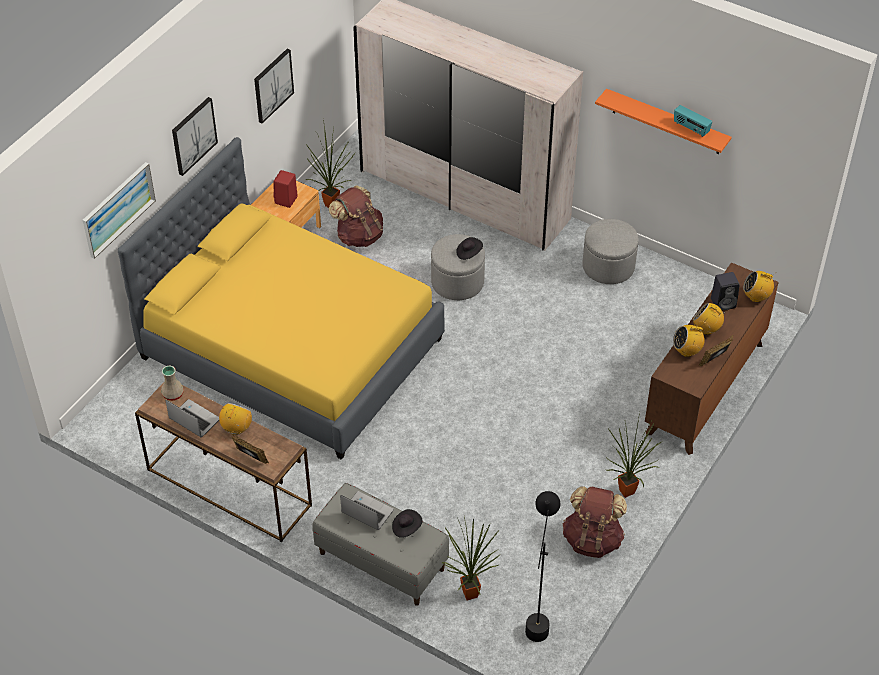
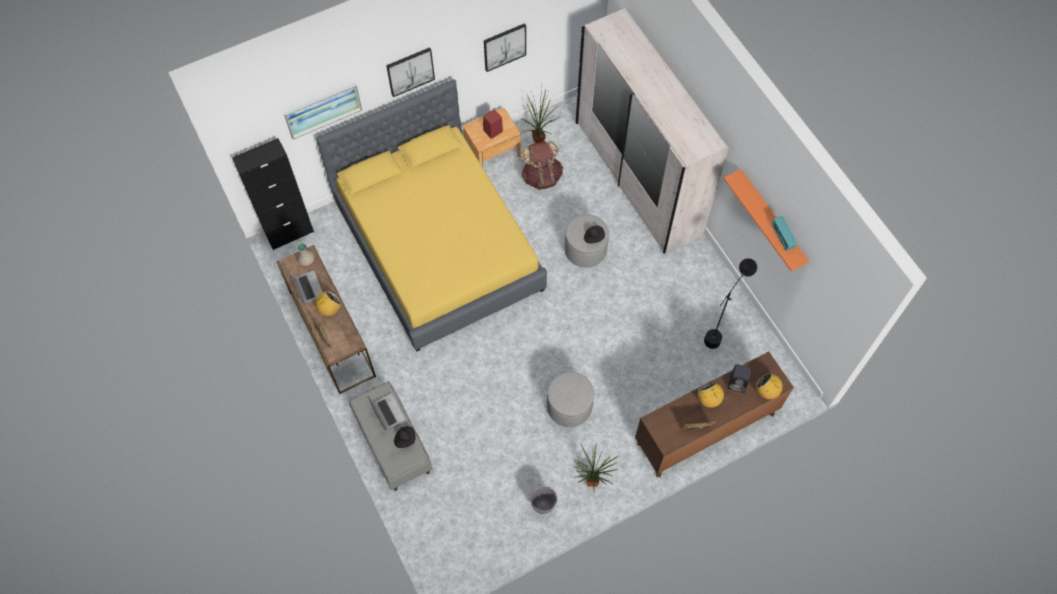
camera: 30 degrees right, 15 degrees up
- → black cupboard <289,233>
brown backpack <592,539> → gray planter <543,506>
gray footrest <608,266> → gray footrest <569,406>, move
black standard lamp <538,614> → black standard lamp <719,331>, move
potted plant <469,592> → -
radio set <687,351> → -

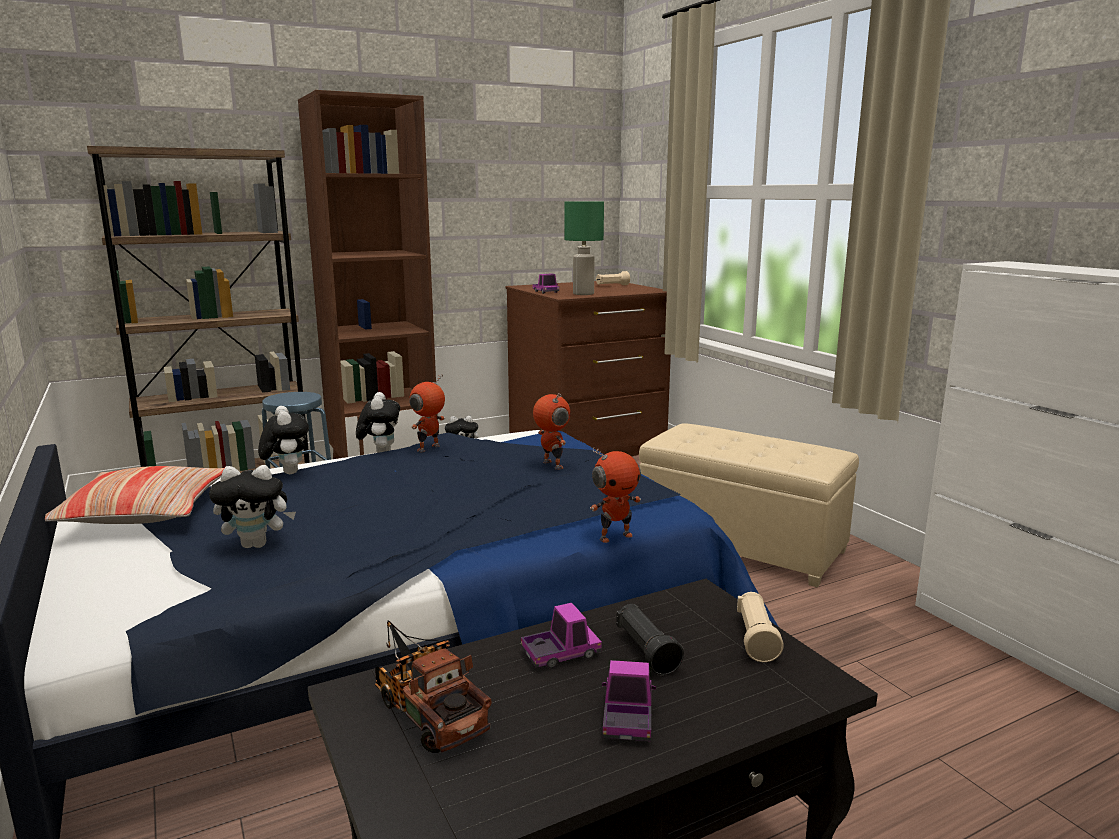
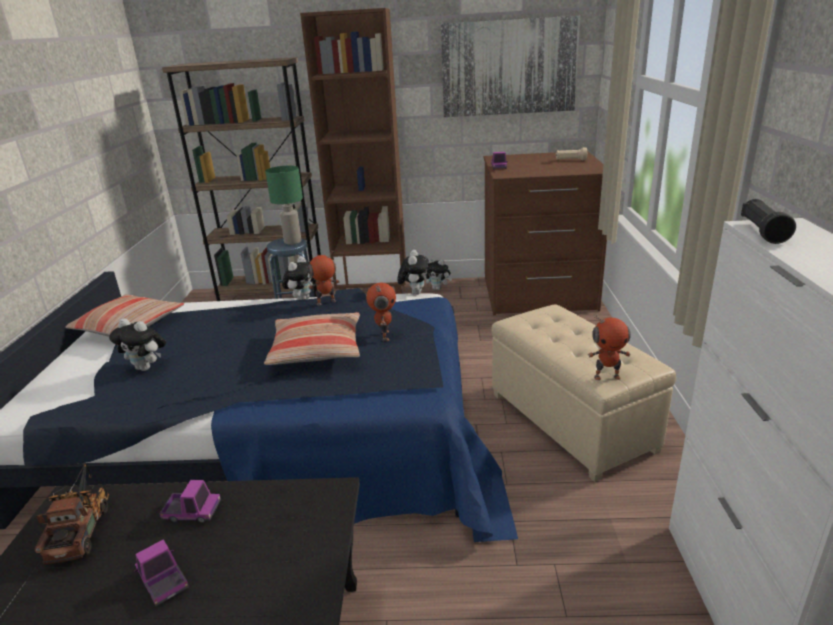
camera: 30 degrees right, 10 degrees up
model truck <627,718> → model truck <163,581>, 75 degrees counterclockwise
- → throw pillow <317,349>
green-coloured table lamp <583,294> → green-coloured table lamp <292,242>, move
soft toy <287,472> → soft toy <414,292>, move
- → picture <508,67>
robot figure <615,536> → robot figure <607,376>, move
black hand torch <646,651> → black hand torch <762,232>, move
beige-coloured hand torch <756,638> → -

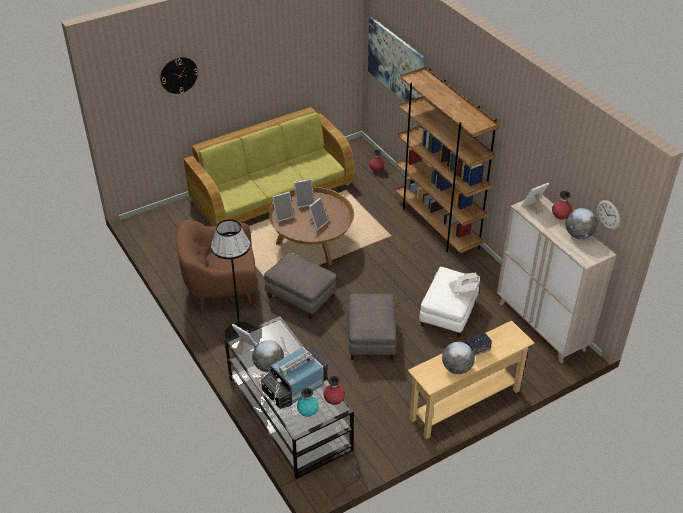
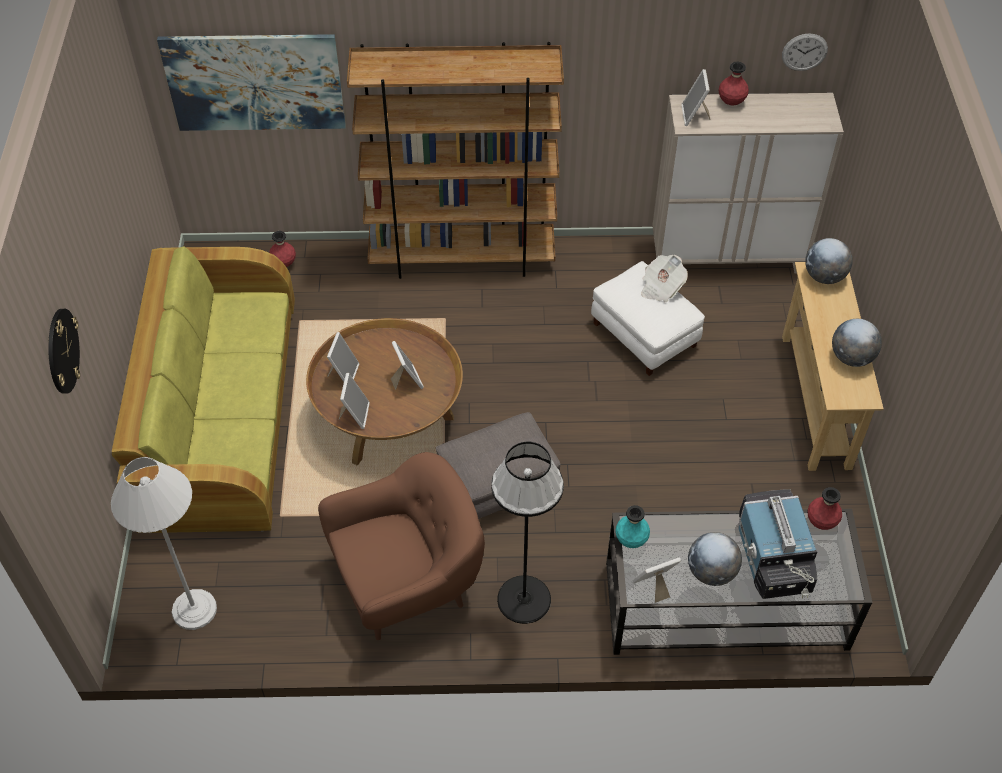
camera: 60 degrees left, 10 degrees up
- → white-coloured standard lamp <194,609>
brown lounge chair <221,289> → brown lounge chair <408,583>, 135 degrees counterclockwise
turquoise decorative vase <307,413> → turquoise decorative vase <631,540>, move
world globe <578,235> → world globe <824,276>, move
gray footrest <371,338> → -
loudspeaker <477,350> → -

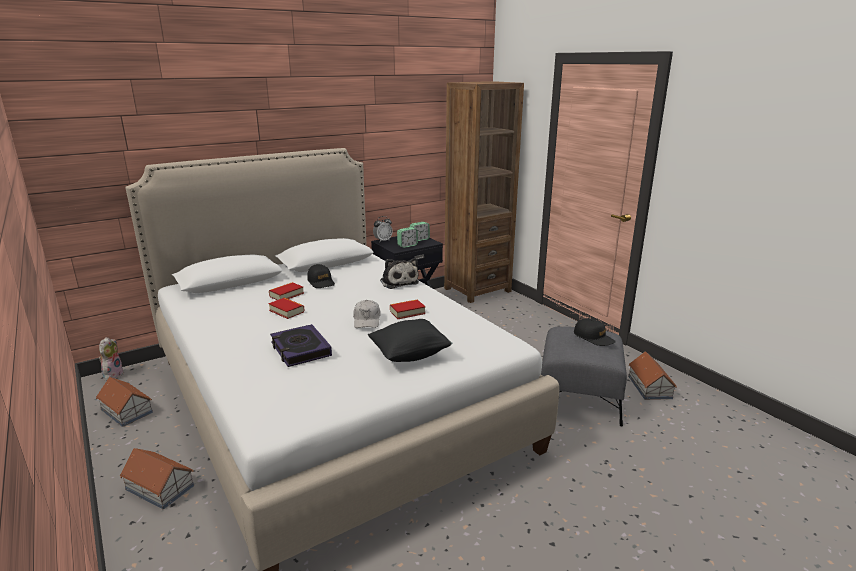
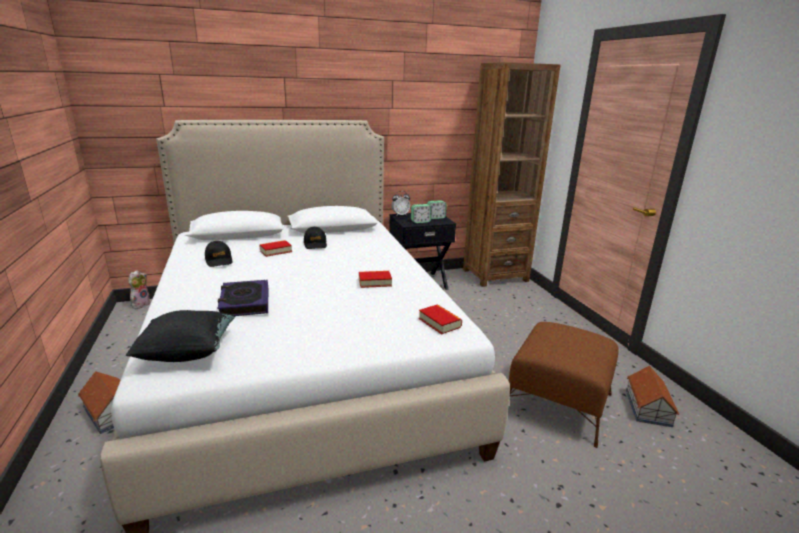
camera: 15 degrees right, 0 degrees up
black throw pillow <410,355> → black throw pillow <187,352>, move
black cap <593,338> → black cap <219,260>, move
bound book <286,311> → bound book <439,323>, move
gray footrest <579,396> → brown footrest <558,402>
toy house <126,411> → -
white-coloured cap <367,320> → -
soft toy <398,282> → -

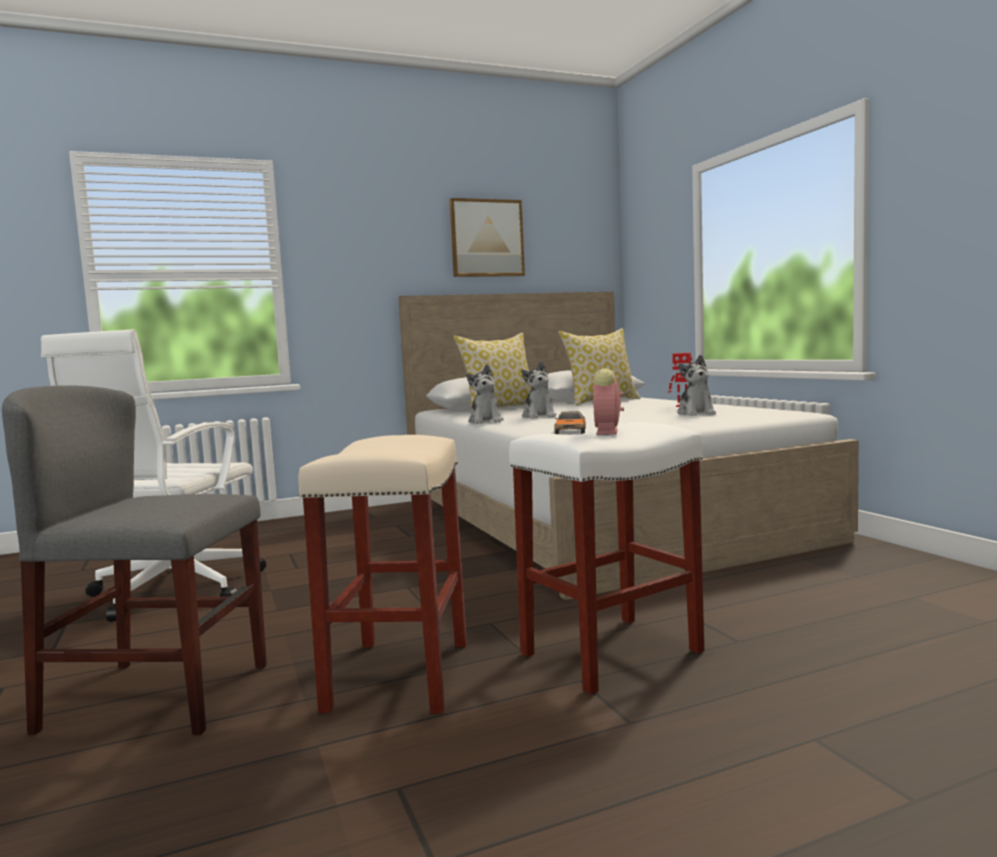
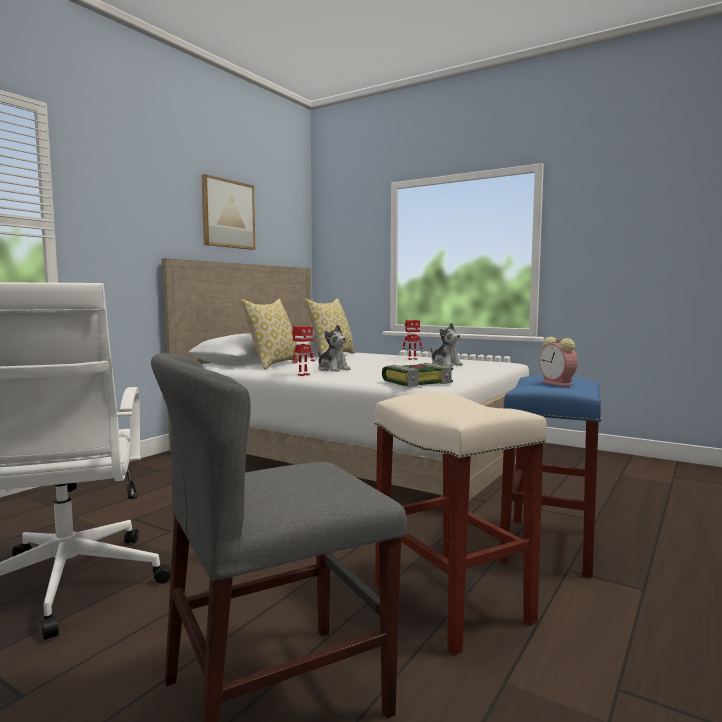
camera: 35 degrees left, 0 degrees up
soft toy <486,421> → robot figure <303,375>
model car <570,432> → bound book <417,382>
white-coloured sitting stool <610,653> → blue sitting stool <549,546>

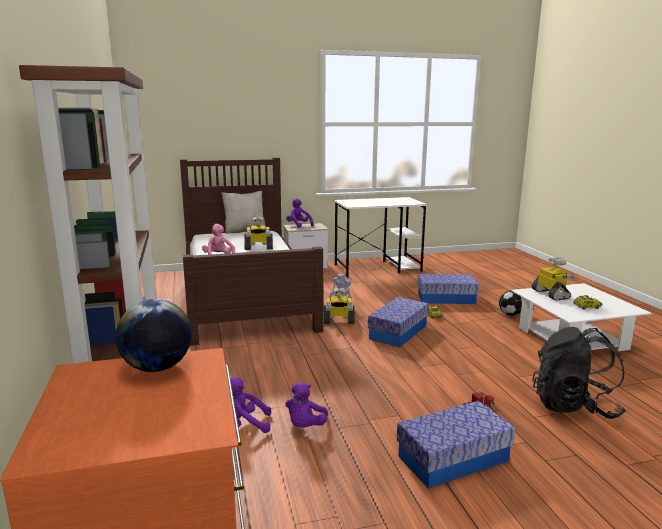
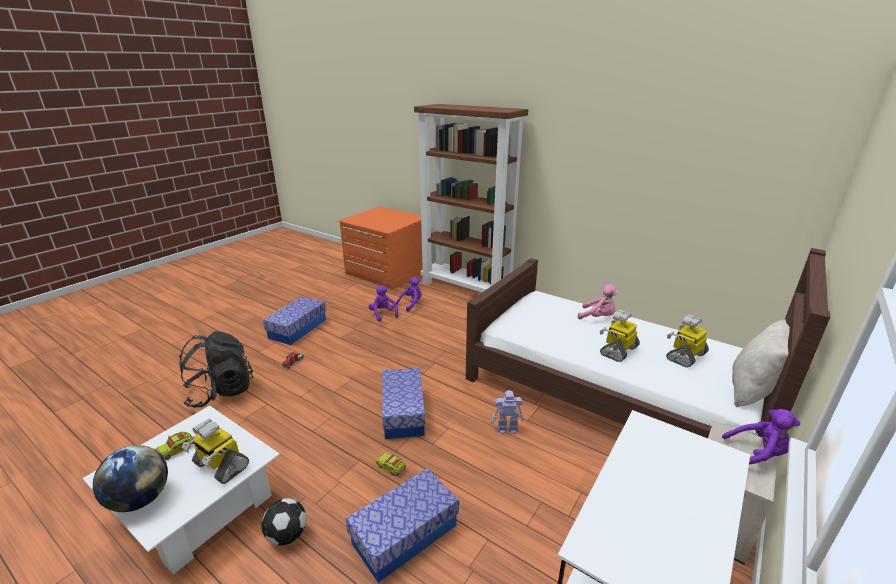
camera: 140 degrees right, 10 degrees up
world globe <157,368> → world globe <140,499>, move
robot figure <338,321> → robot figure <685,356>, move

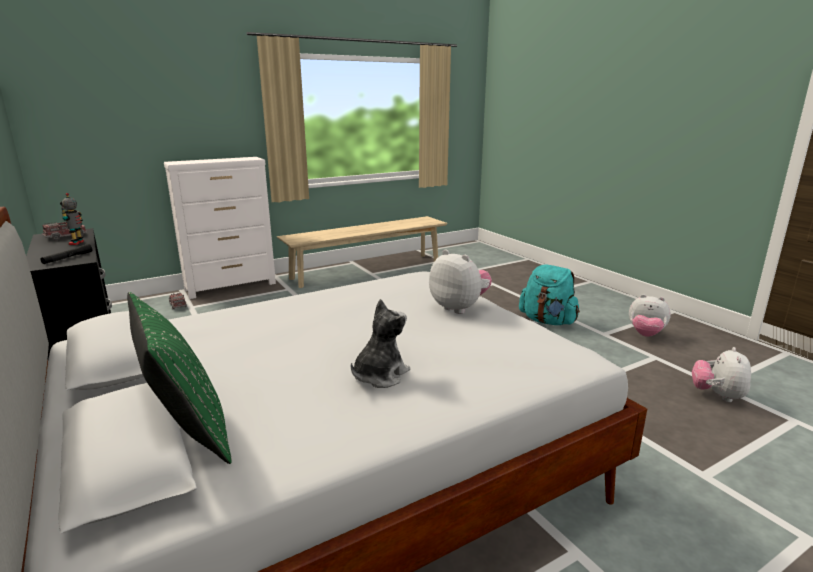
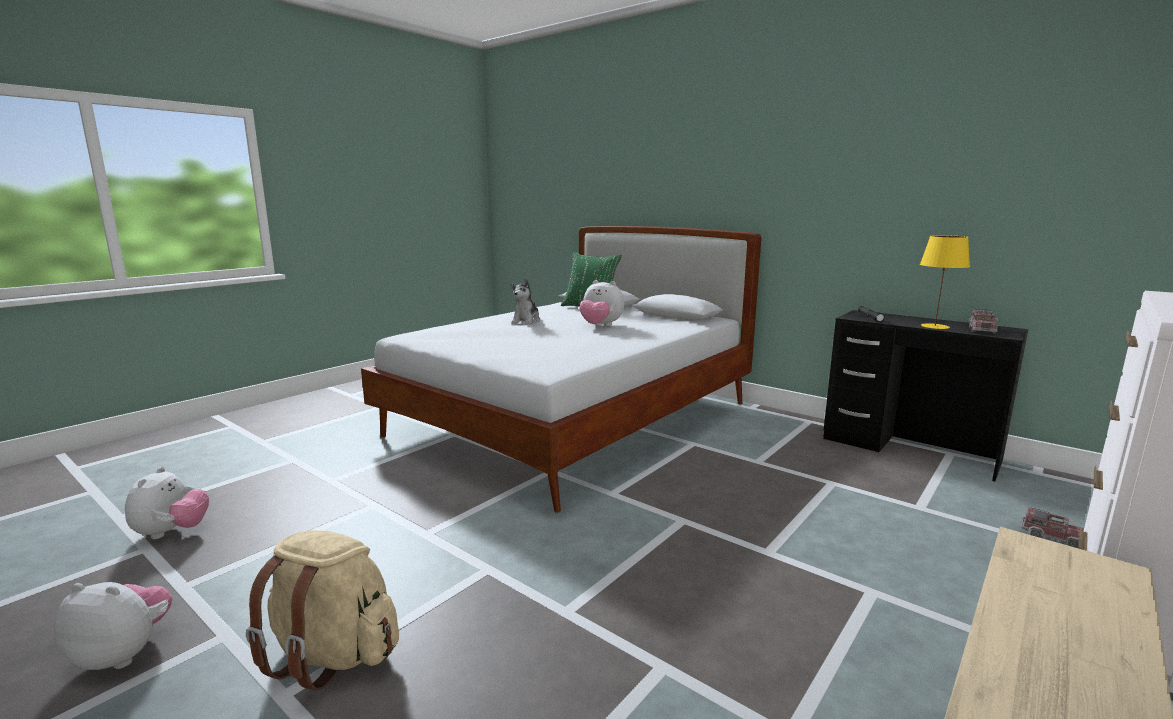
camera: 160 degrees right, 5 degrees down
turquoise backpack <547,321> → beige-coloured backpack <332,654>
soft toy <459,308> → soft toy <600,326>, move
robot figure <77,243> → yellow-coloured table lamp <934,326>

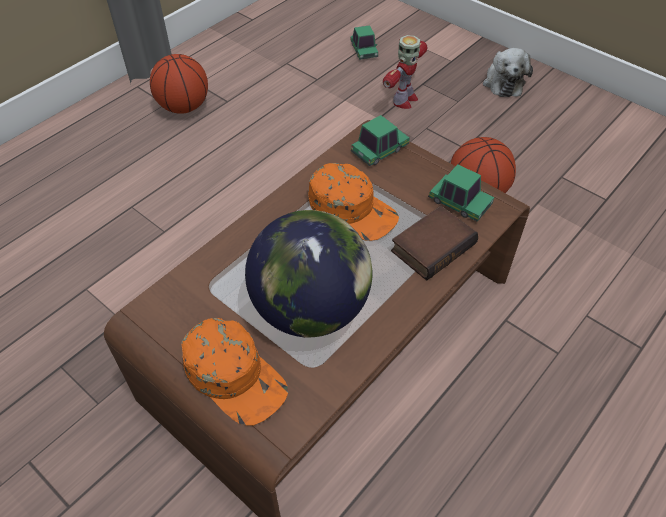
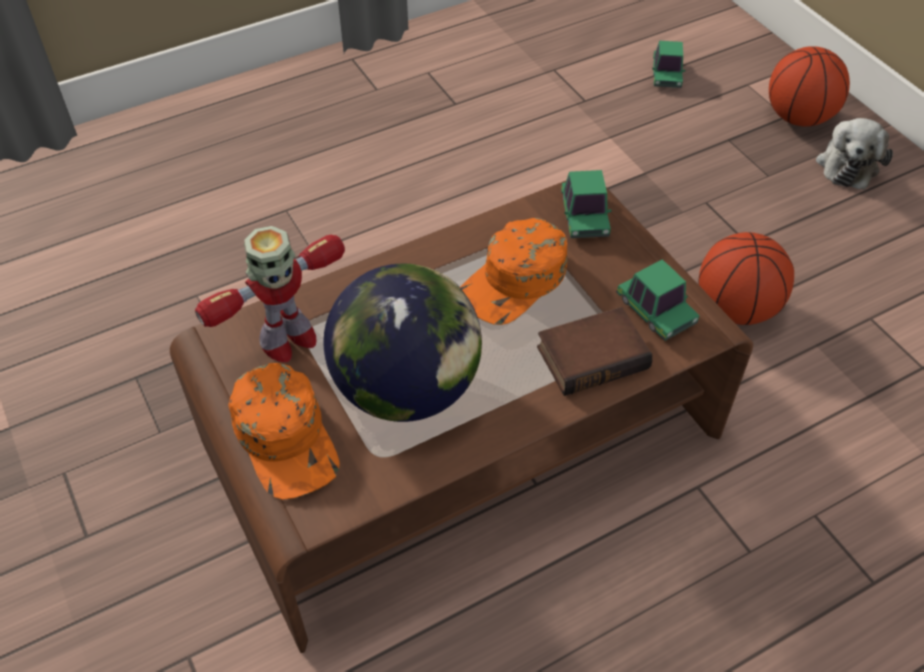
camera: 20 degrees right, 0 degrees up
robot figure <404,100> → robot figure <287,340>, move
orange-coloured cap <352,209> → orange-coloured cap <514,282>, 75 degrees clockwise
model car <379,150> → model car <584,216>, 105 degrees clockwise
ball for basketball <184,107> → ball for basketball <798,118>, move

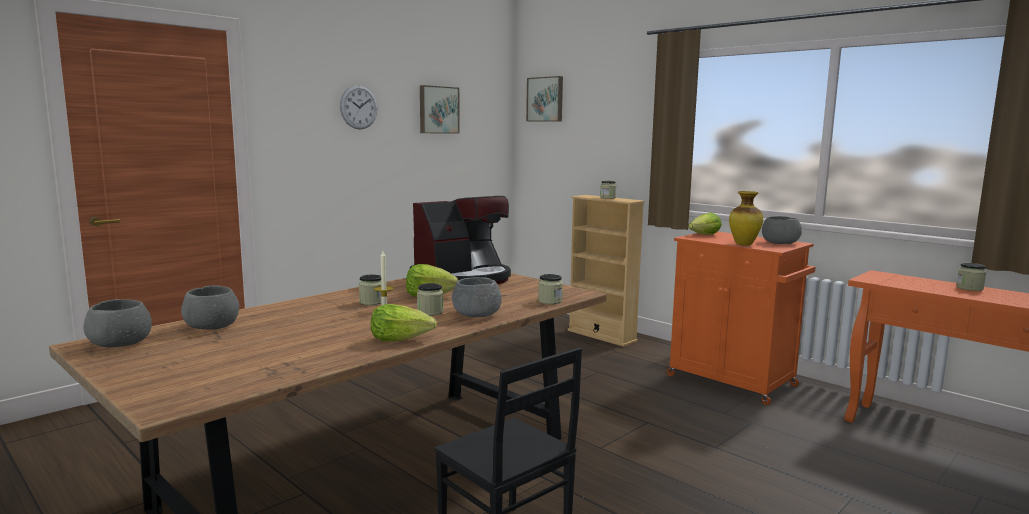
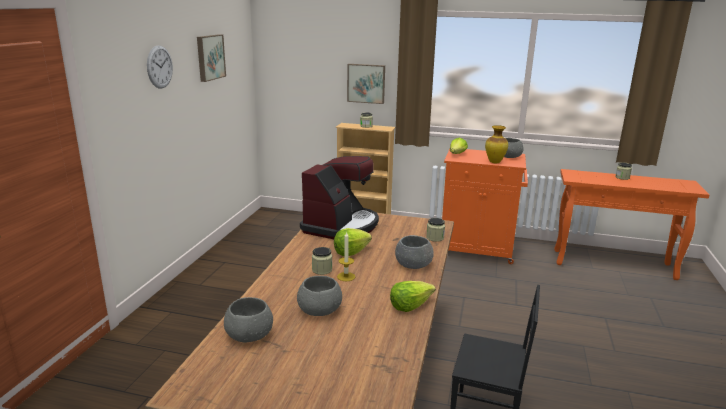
camera: 30 degrees left, 10 degrees up
gray bowl <120,343> → gray bowl <319,310>, move
picture <545,99> → picture <366,83>, move
storage jar <430,312> → -

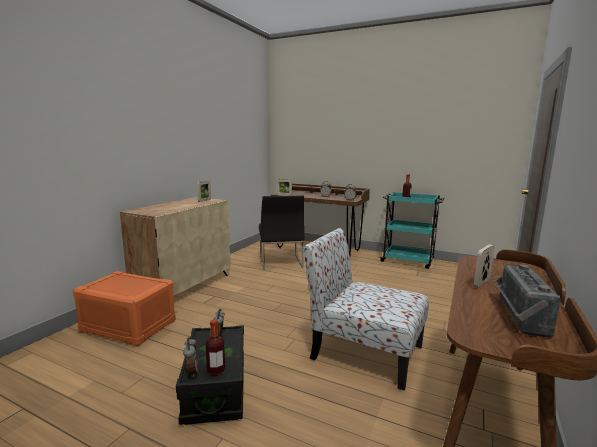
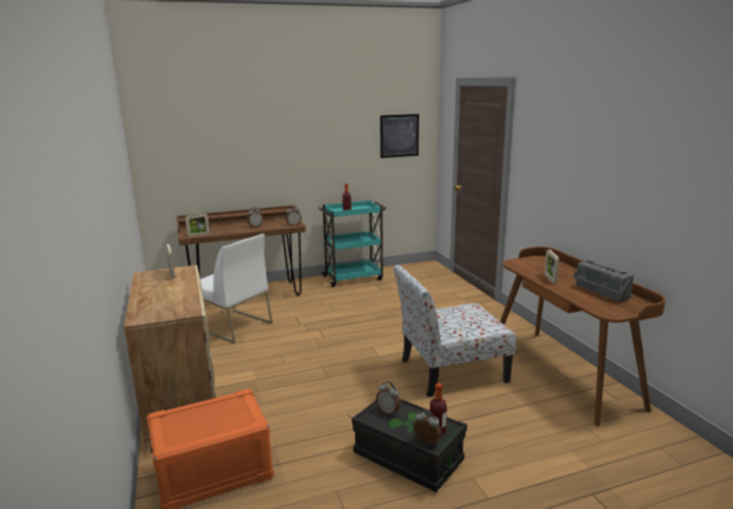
camera: 45 degrees left, 5 degrees up
black chair <280,261> → white-coloured chair <233,326>
- → picture <399,135>

